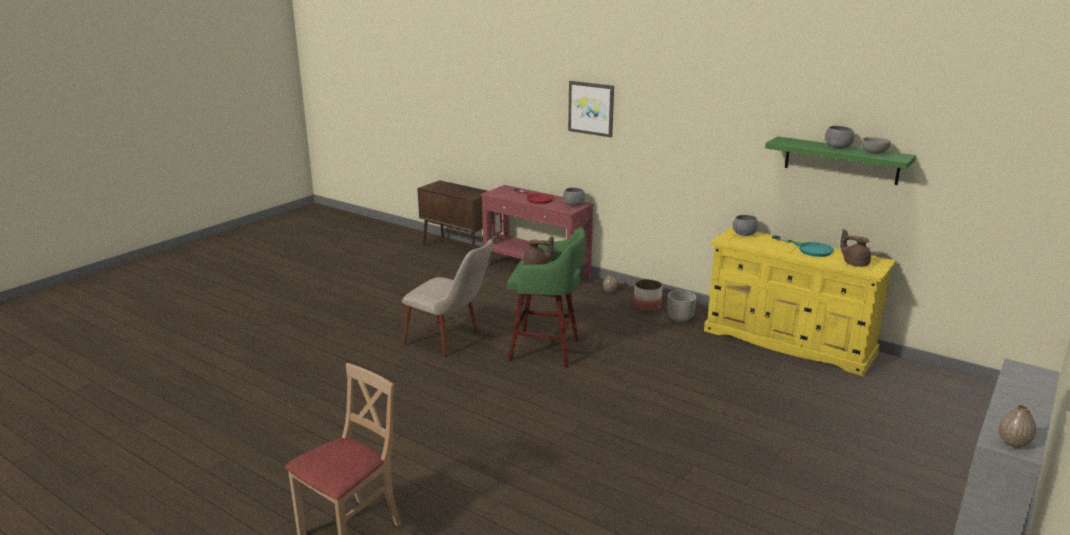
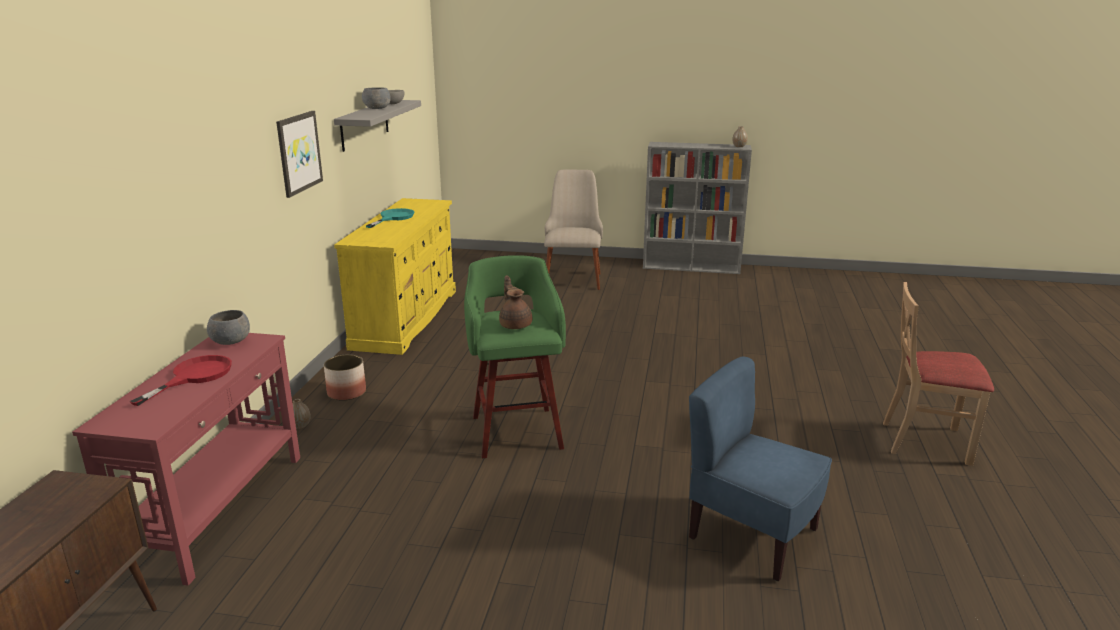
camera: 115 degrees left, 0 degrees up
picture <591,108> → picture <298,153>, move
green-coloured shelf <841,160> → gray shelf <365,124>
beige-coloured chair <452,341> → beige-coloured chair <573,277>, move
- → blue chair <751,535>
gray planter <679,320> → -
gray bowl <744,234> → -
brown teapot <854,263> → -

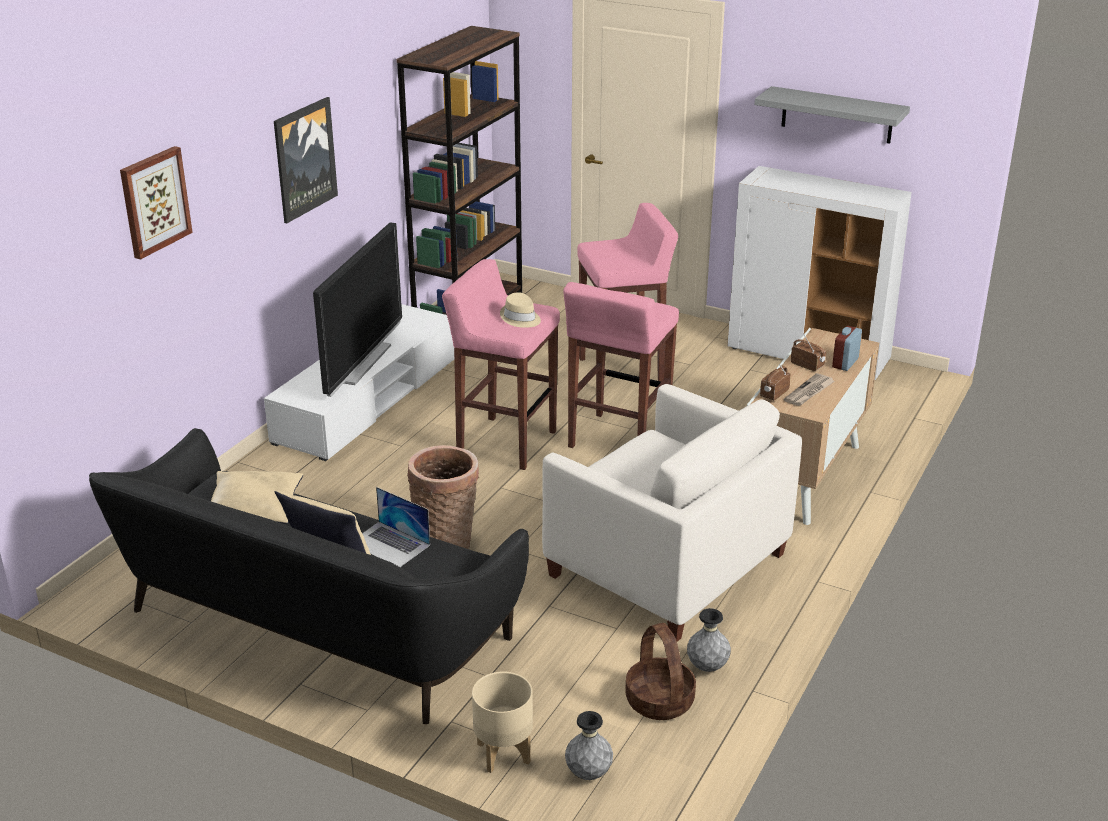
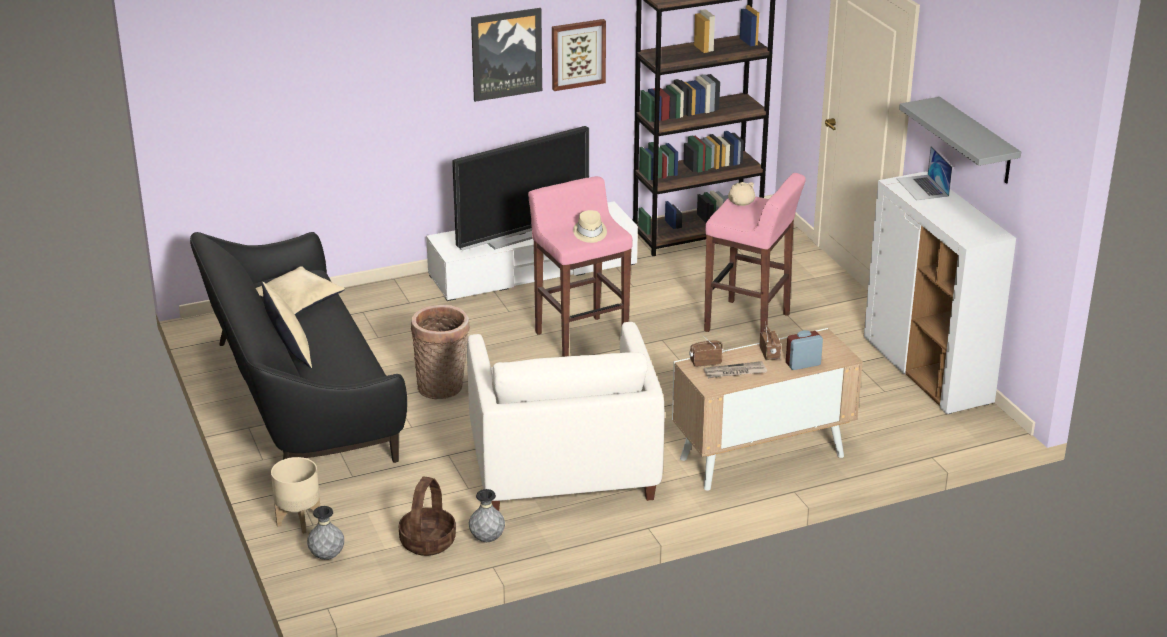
camera: 40 degrees right, 0 degrees up
picture <154,201> → picture <577,54>, move
- → beige-coloured teapot <740,202>
notebook computer <389,544> → notebook computer <922,187>, move
pinkish sitting stool <618,440> → -

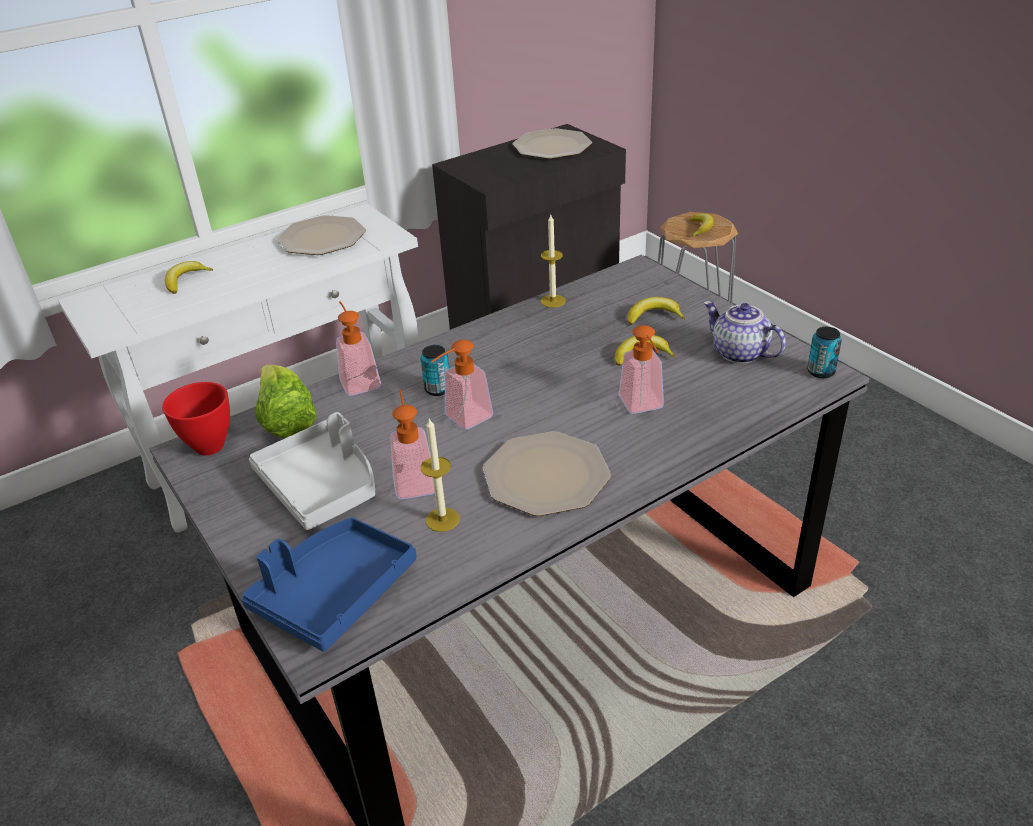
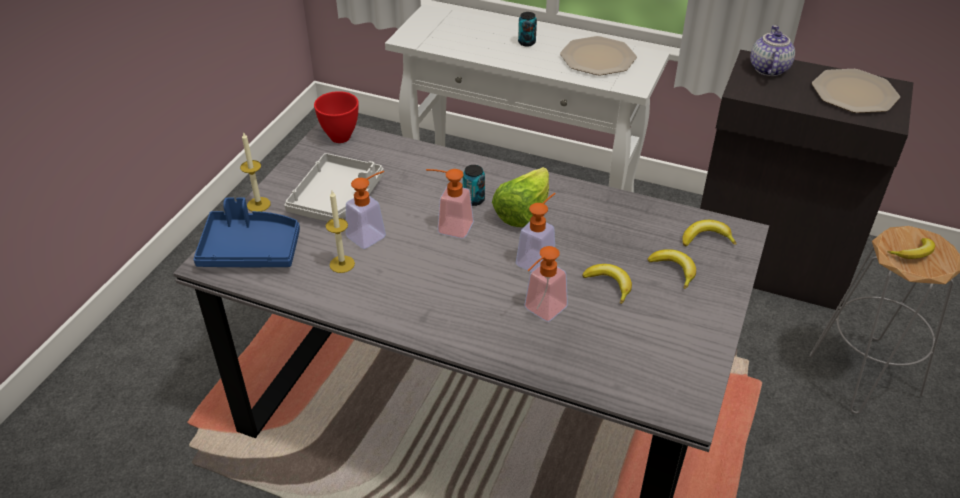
camera: 55 degrees right, 5 degrees up
wax candle <553,301> → wax candle <258,204>, move
lettuce <286,420> → lettuce <523,212>, move
liquid soap bottle <358,380> → liquid soap bottle <539,259>, move
metal can <821,372> → metal can <526,42>, move
banana fruit <185,280> → banana fruit <706,238>, move
teapot <738,353> → teapot <767,69>, move
flat dish <547,476> → -

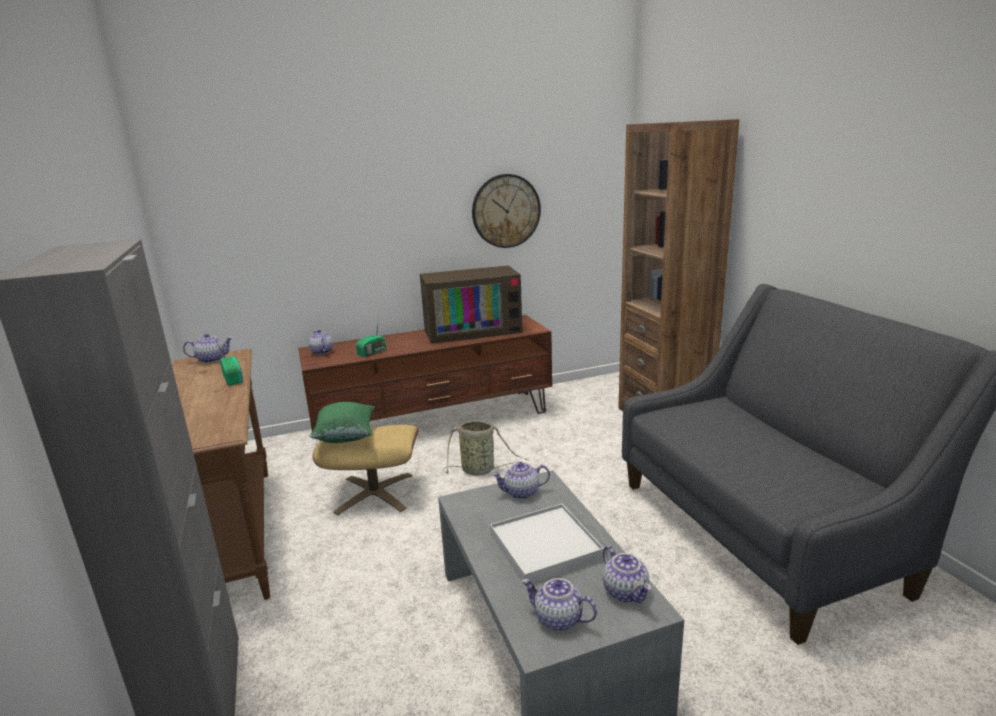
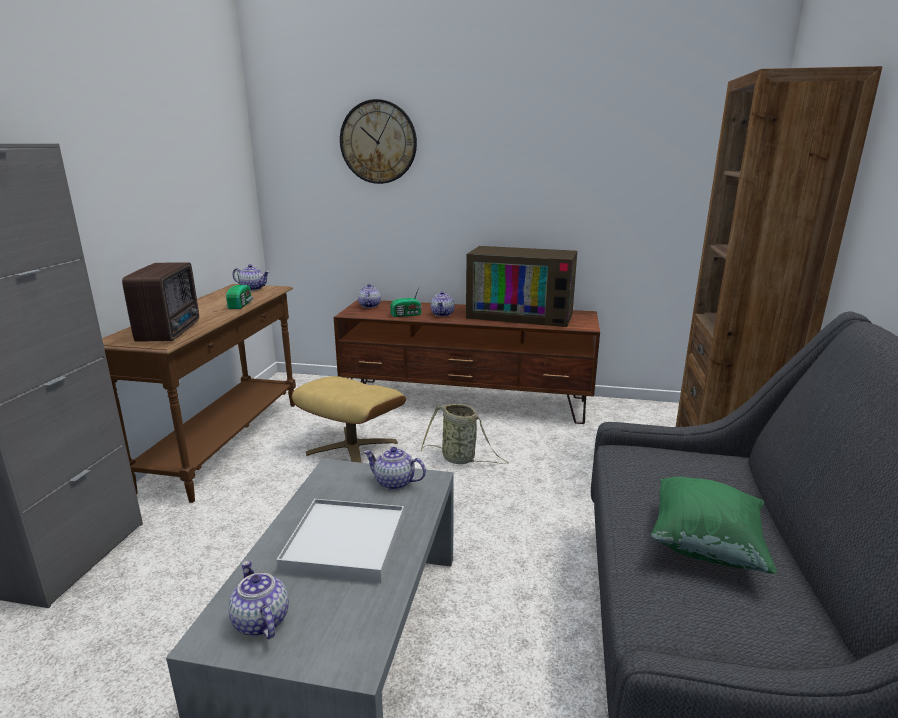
camera: 30 degrees right, 0 degrees up
- → radio set <171,331>
wall clock <506,211> → wall clock <378,142>, move
teapot <626,592> → teapot <443,314>, move
green-coloured throw pillow <346,437> → green-coloured throw pillow <705,545>, move

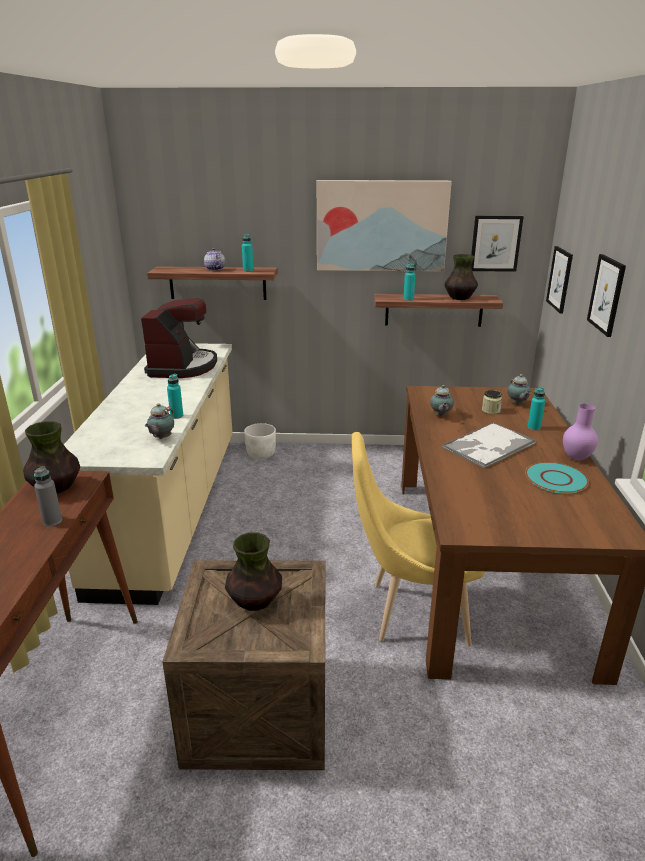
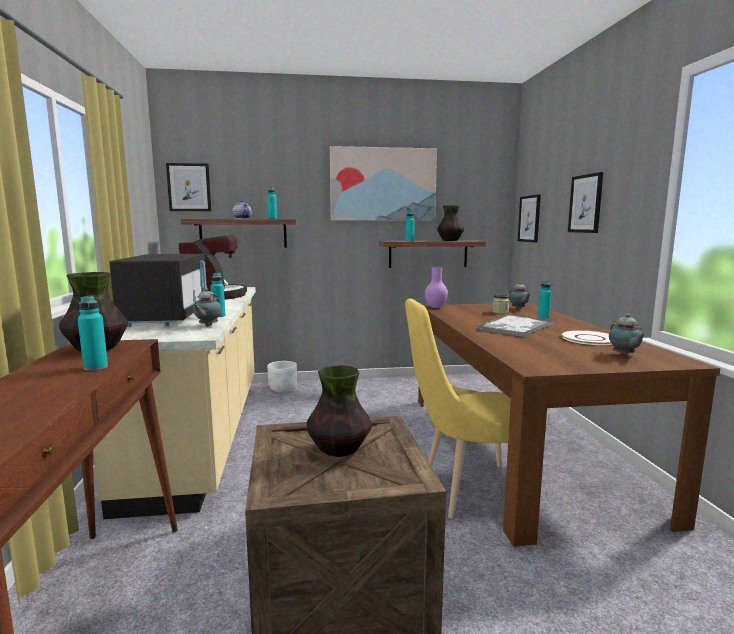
camera: 10 degrees left, 15 degrees down
gray drink bottle <52,521> → turquoise drink bottle <95,367>
- → black kitchen microwave <167,317>
picture <495,243> → picture <189,187>, move
purple decorative vase <576,458> → purple decorative vase <436,307>, move
turquoise flat dish <556,479> → white-coloured flat dish <589,339>
teapot <440,416> → teapot <624,355>, move

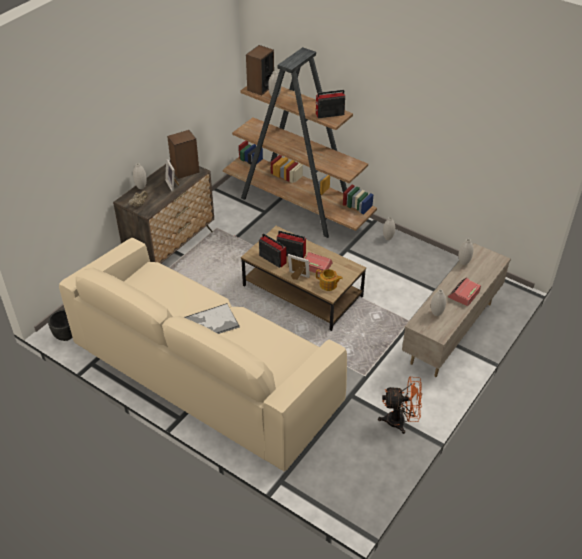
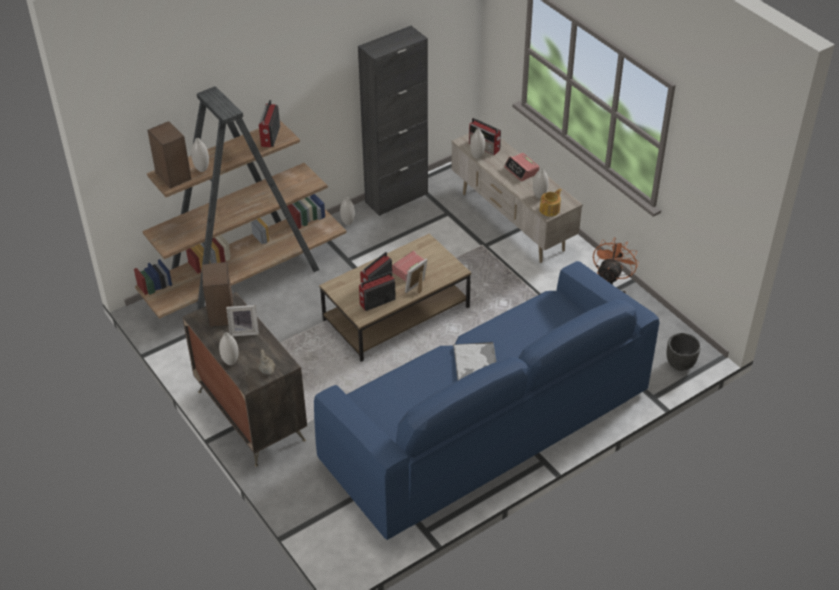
camera: 70 degrees left, 0 degrees up
beige-coloured couch <205,373> → blue couch <486,425>
- → black cupboard <396,198>
- → radio set <485,147>
teapot <328,285> → teapot <550,210>, move
black planter <66,336> → black planter <680,365>, move

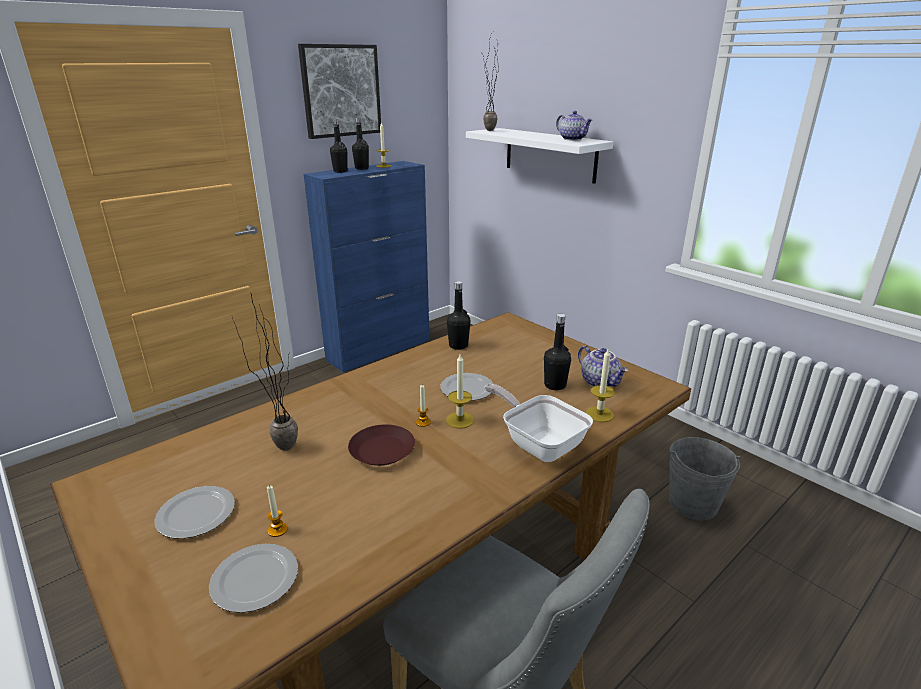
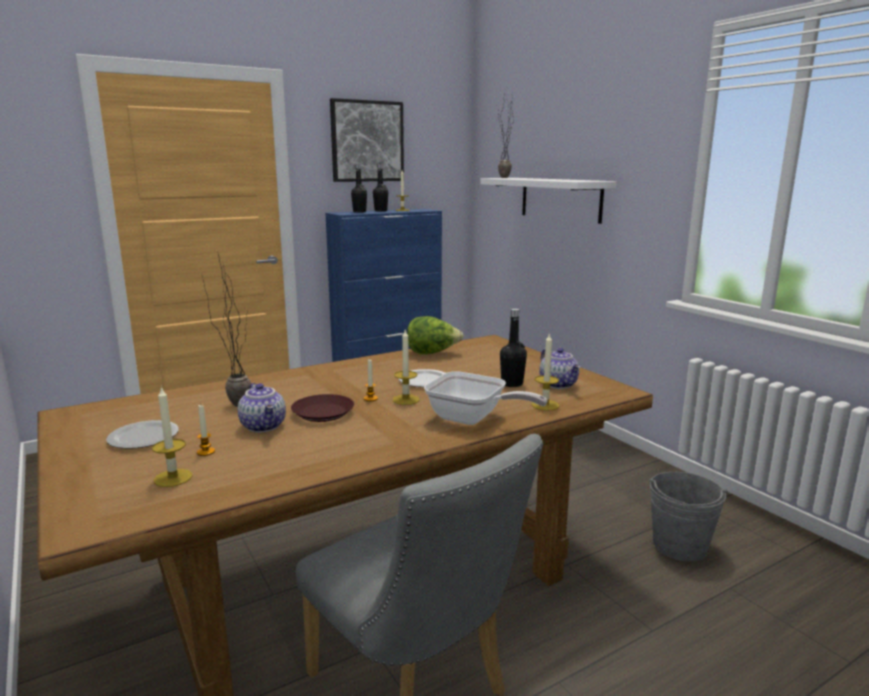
camera: 10 degrees right, 10 degrees down
flat dish <256,578> → wax candle <173,478>
teapot <573,139> → teapot <264,426>, move
black drink bottle <458,345> → lettuce <432,353>
pan <538,443> → pan <472,419>, 150 degrees clockwise

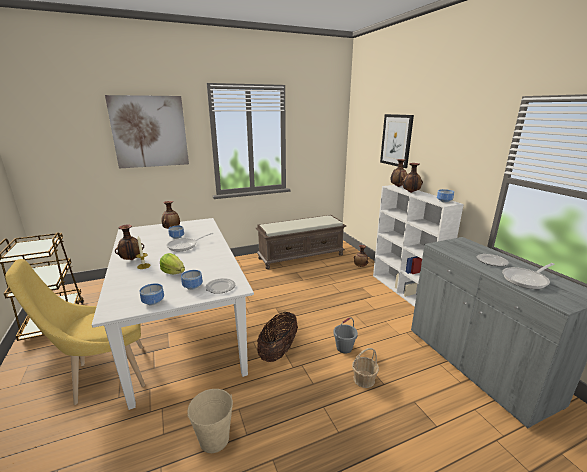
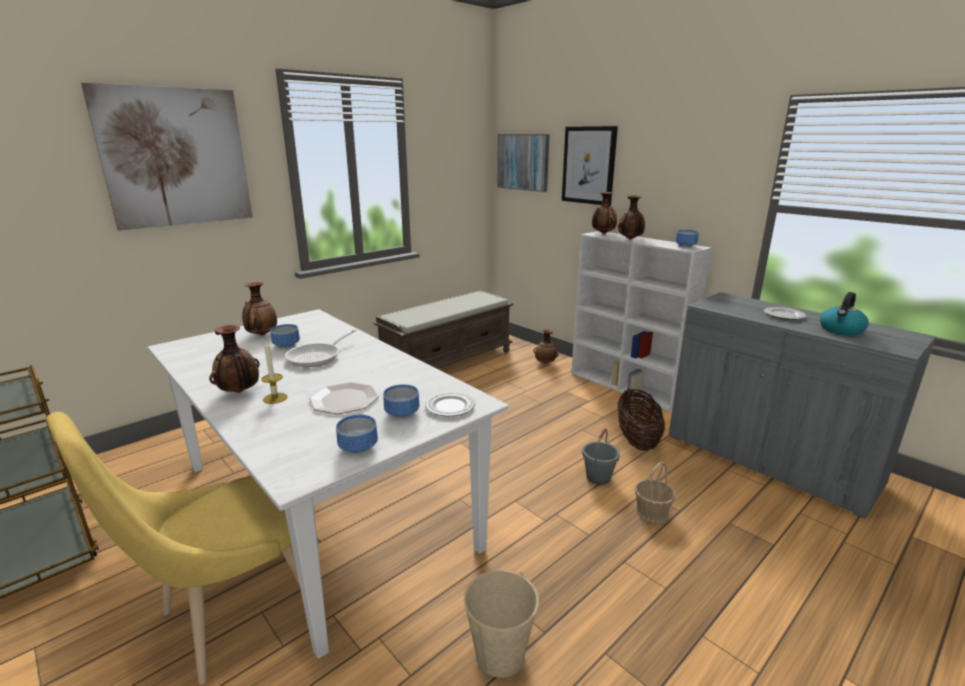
camera: 20 degrees left, 0 degrees up
lettuce <173,272> → flat dish <344,399>
- → picture <523,162>
household basket <278,351> → household basket <637,440>, move
pan <527,280> → water kettle <841,330>

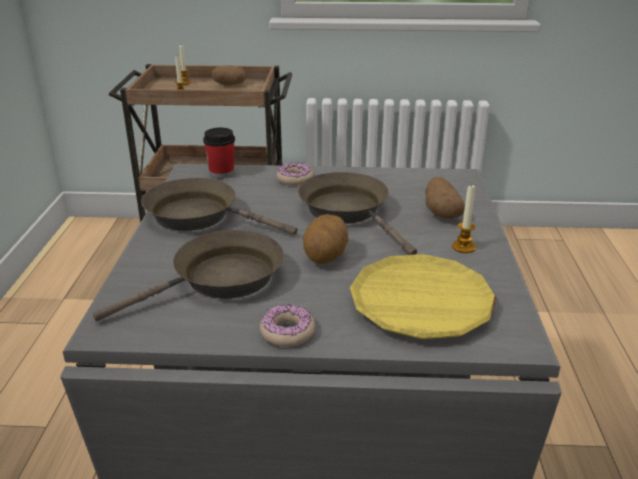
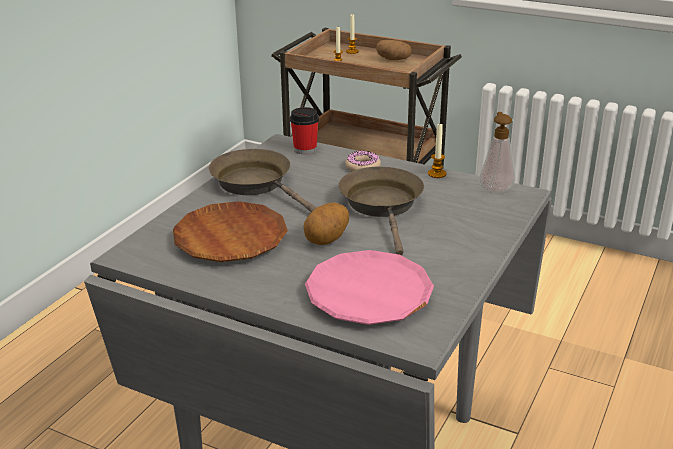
camera: 25 degrees right, 0 degrees up
brown pan <220,280> → brown flat dish <230,239>
yellow-coloured flat dish <421,304> → pinkish flat dish <369,295>
wax candle <463,247> → wax candle <437,174>, move
- → liquid soap bottle <495,189>
doughnut <287,332> → -
spud <441,212> → -

